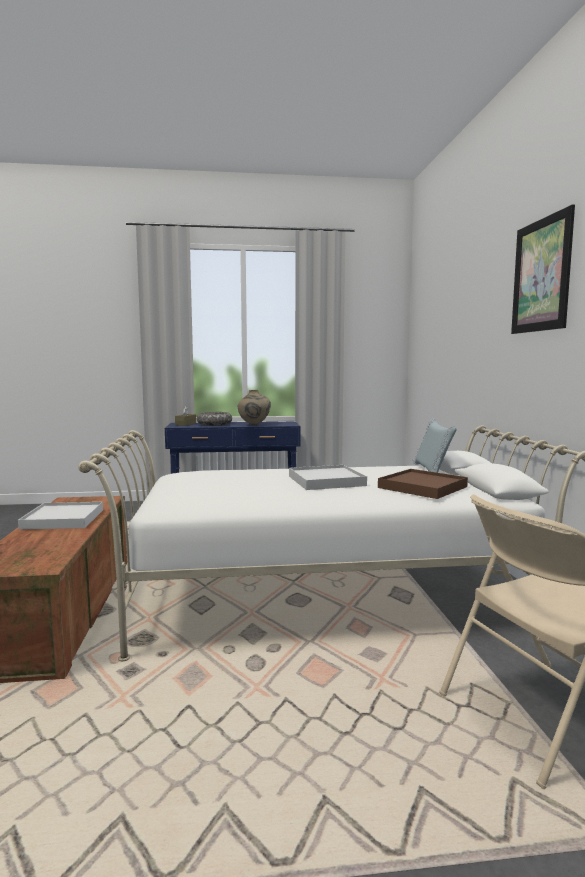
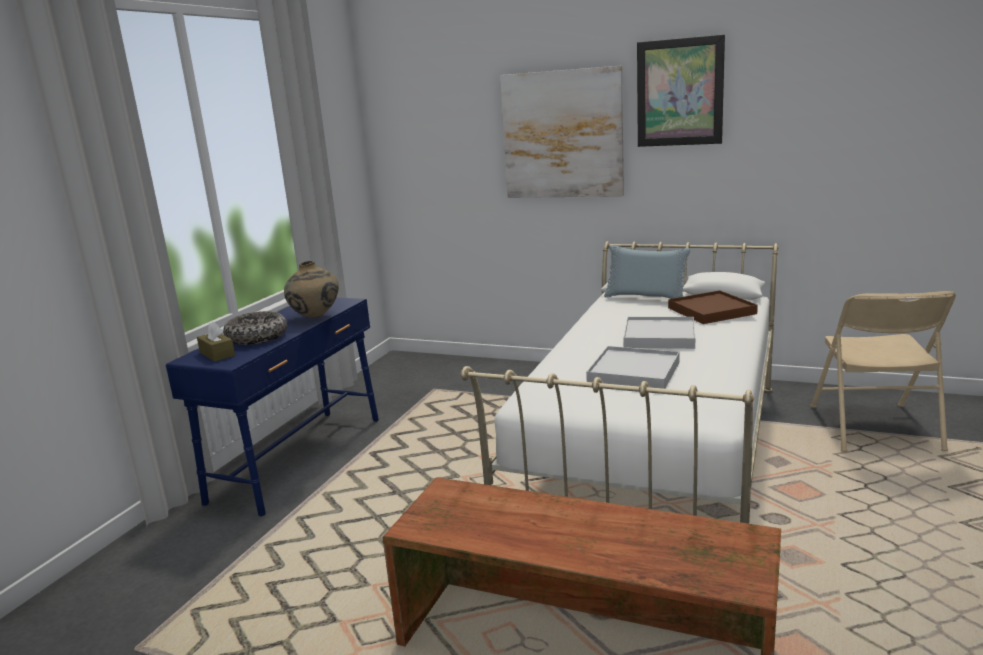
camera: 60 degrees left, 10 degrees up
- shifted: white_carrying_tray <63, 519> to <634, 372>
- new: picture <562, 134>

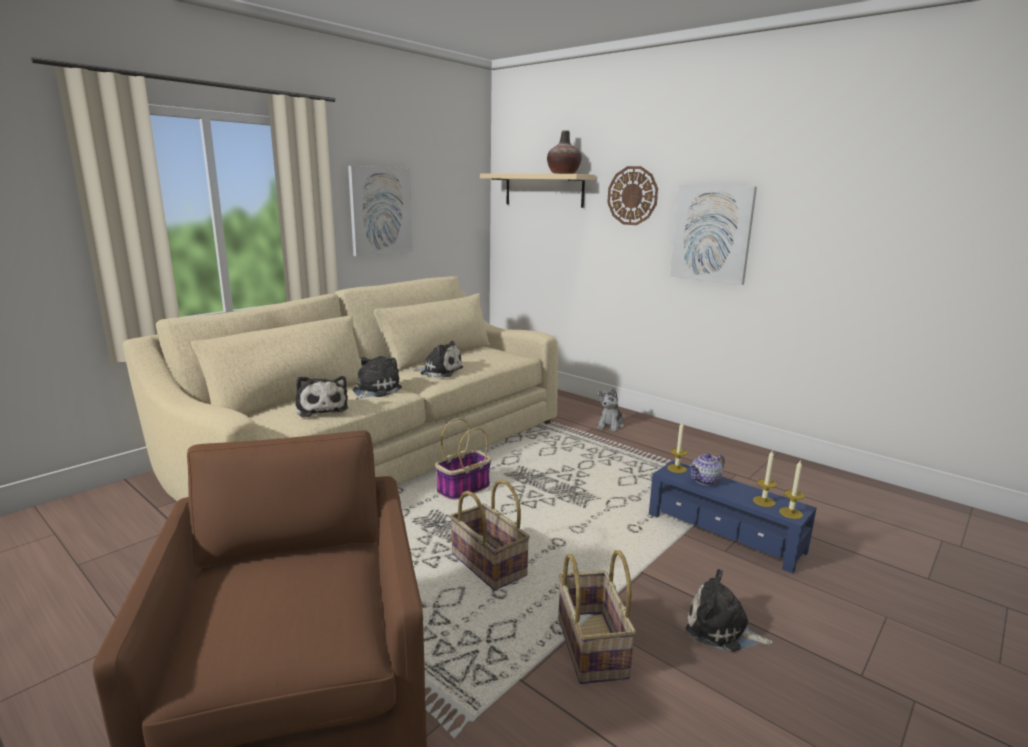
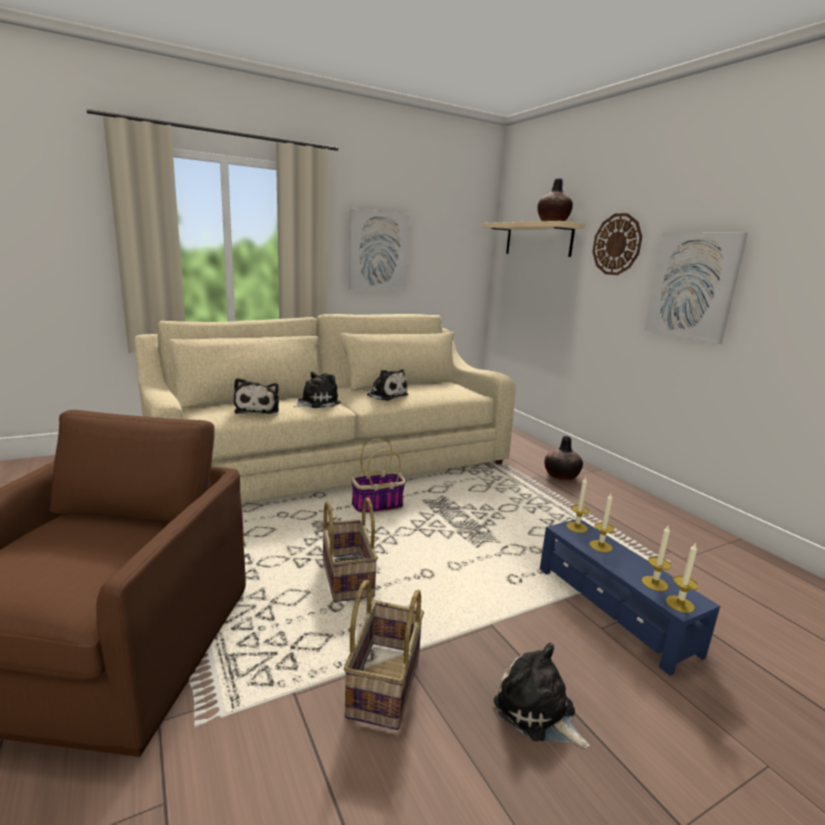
camera: 20 degrees right, 0 degrees up
- swapped: cuddly_toy <610, 425> to decorative_vase <561, 476>
- swapped: teapot <705, 480> to candle <600, 546>

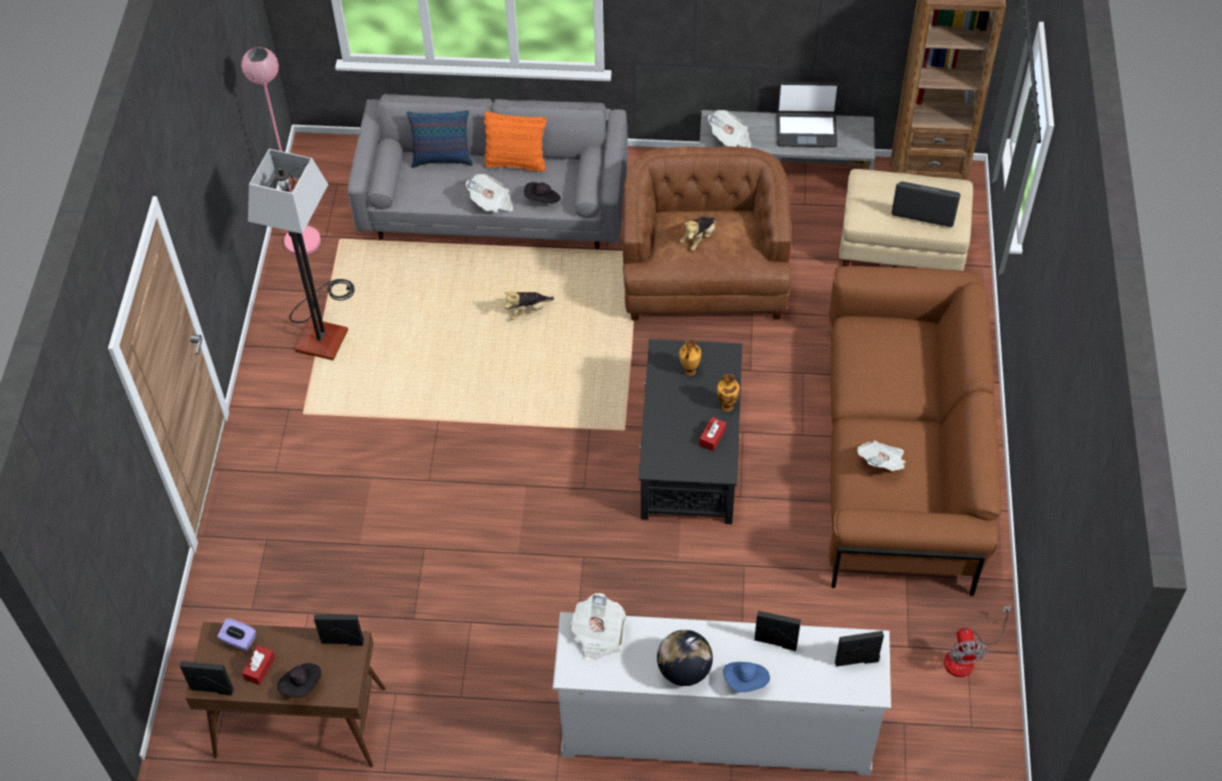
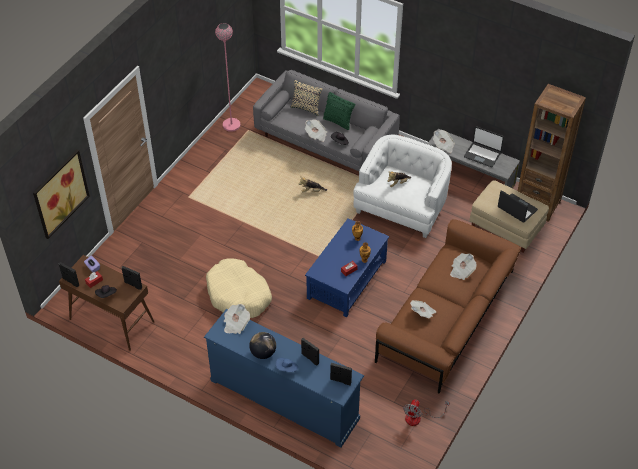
camera: 25 degrees right, 5 degrees down
- repainted: blue-coloured_cushion <442, 159> to beige_cushion <306, 109>
- repainted: orangey_cushion <517, 162> to green-coloured_cushion <338, 122>
- repainted: brown_lounge_chair <703, 277> to white_lounge_chair <402, 206>
- gone: standing_lamp <323, 328>
- repainted: black-coloured_low_table <689, 453> to blue-coloured_low_table <346, 279>
- repainted: white_cabinet <715, 730> to blue-coloured_cabinet <284, 399>
- new: picture <60, 193>
- new: newspaper <461, 271>
- new: beige_dog_cushion <238, 295>

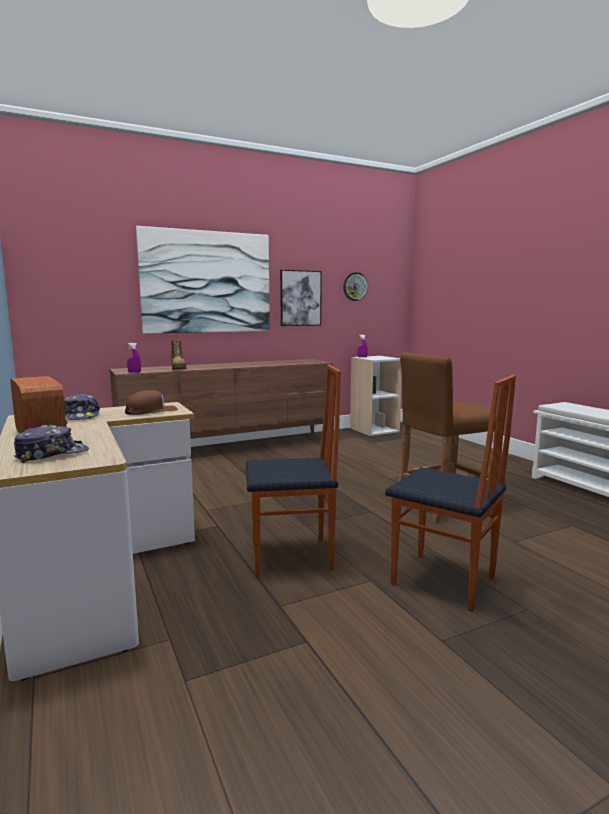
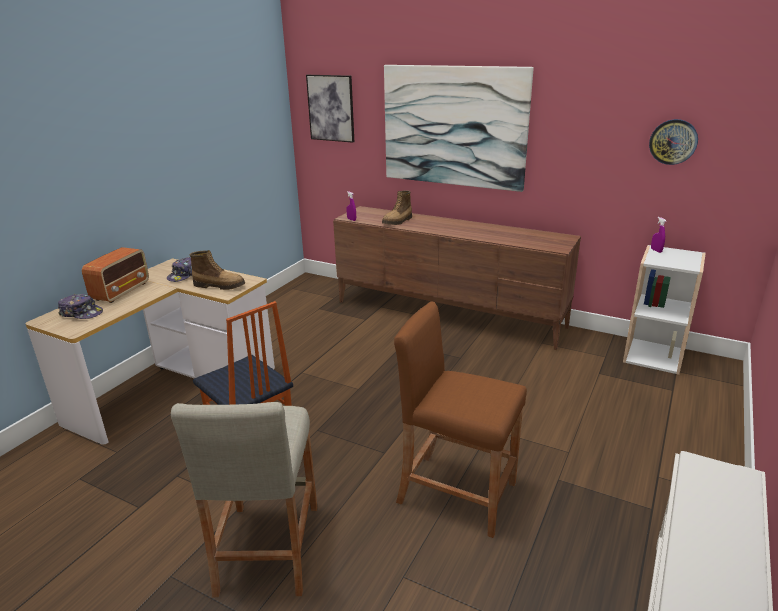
camera: 55 degrees right, 15 degrees up
- shifted: picture <300, 298> to <331, 108>
- swapped: plain_chair <443, 582> to beige_sitting_stool <267, 548>
- swapped: brown_cap <151, 411> to tall_boot <220, 286>

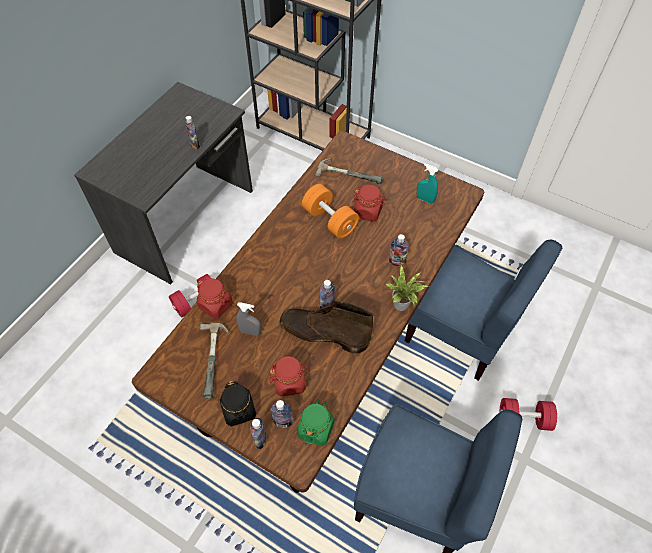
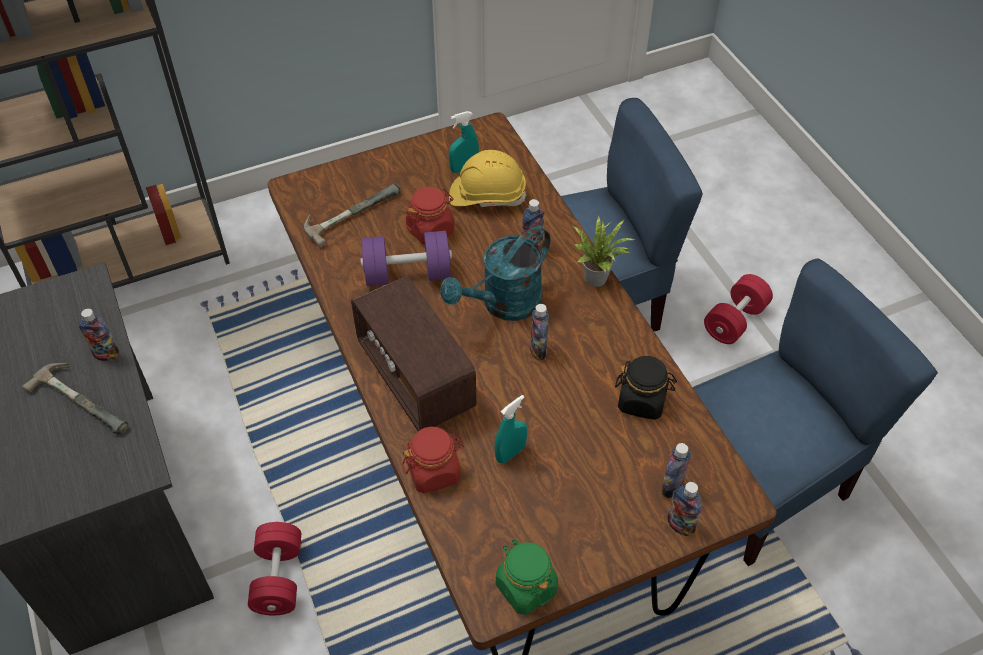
camera: 55 degrees left, 5 degrees down
- repainted: orangey_dumbbell <330, 220> to purple_dumbbell <407, 274>
- gone: brown_tall_boot <323, 333>
- repainted: greyish_hand_sprayer <250, 332> to blue-green_hand_sprayer <510, 453>
- shifted: hammer <216, 360> to <85, 398>
- gone: reddish_jar <289, 382>
- shifted: black-coloured_jar <239, 410> to <642, 401>
- shifted: green-coloured_jar <316, 428> to <526, 587>
- new: yellow-coloured_hard_hat <487, 195>
- new: blue-green_watering_can <503, 305>
- new: radio_receiver <416, 376>

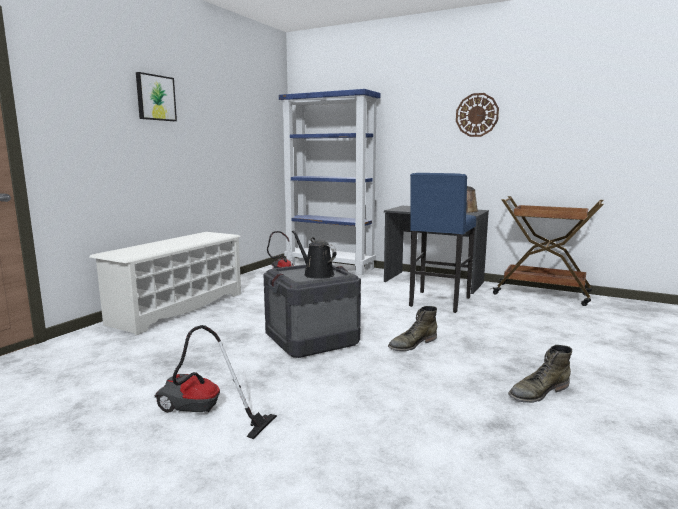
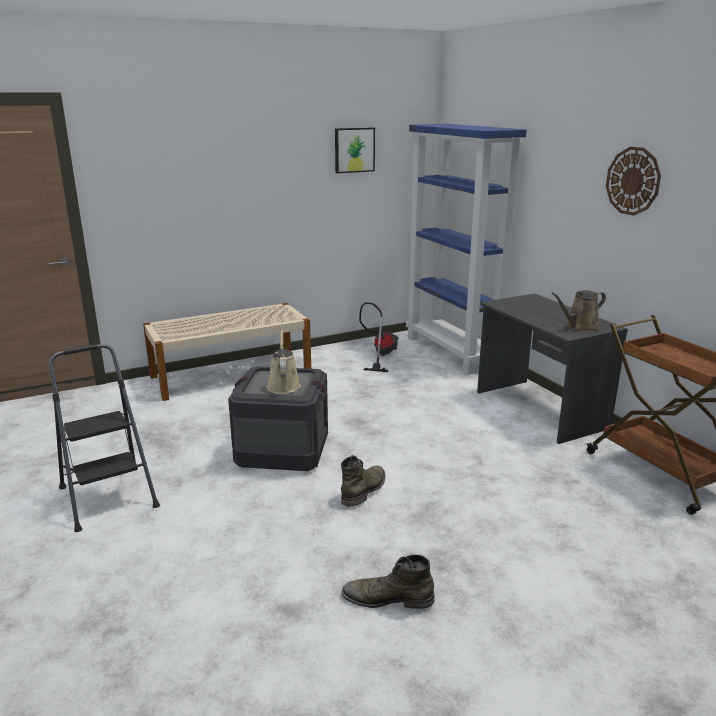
camera: 35 degrees right, 10 degrees up
- shifted: picture <155, 98> to <354, 150>
- gone: blue-coloured_sitting_stool <438, 302>
- repainted: black-coloured_watering_can <316, 274> to beige_watering_can <283, 385>
- swapped: white_shoe_rack <178, 308> to beige_indoor_bench <231, 374>
- rotated: green-coloured_tall_boot <412, 344> = <364, 490> 120 degrees clockwise
- swapped: vacuum_cleaner <202, 413> to black-coloured_stepladder <108, 494>

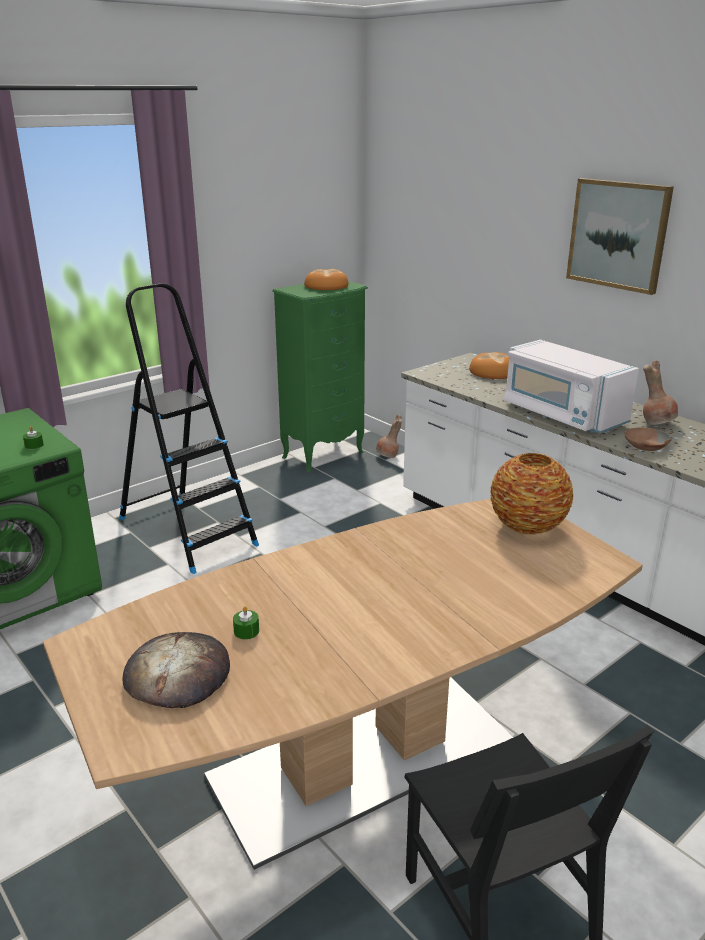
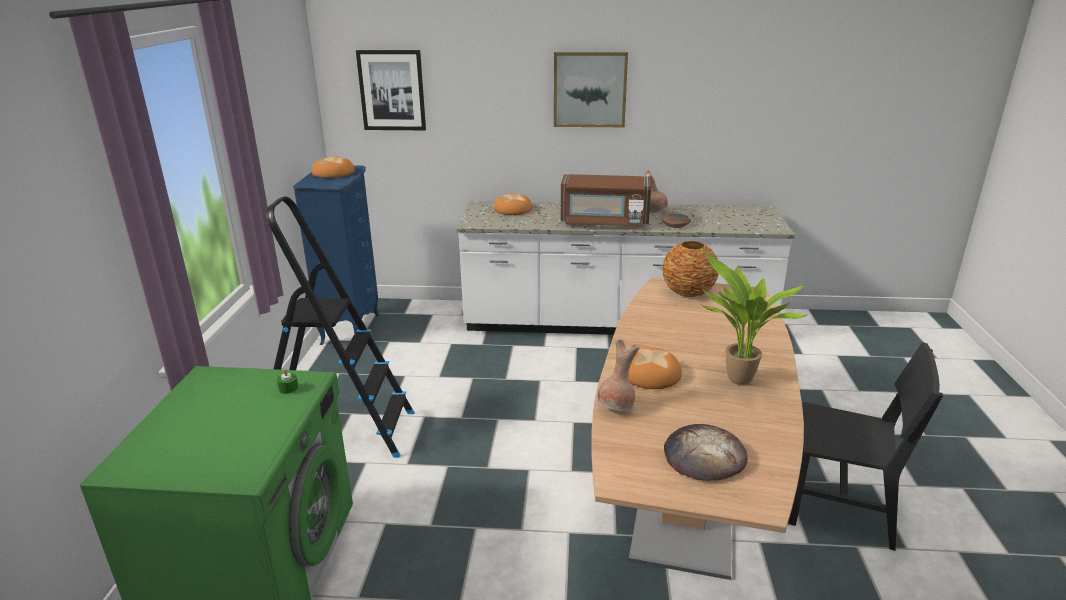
camera: 45 degrees left, 0 degrees up
- repainted: green-coloured_chest_of_drawers <324, 455> to blue-coloured_chest_of_drawers <353, 329>
- repainted: white_kitchen_microwave <562, 414> to brown_kitchen_microwave <604, 222>
- shifted: brown_decorative_vase <388, 456> to <617, 408>
- gone: green-coloured_candle <246, 631>
- new: picture <392, 90>
- new: houseplant <737, 381>
- new: baked_bread <651, 374>

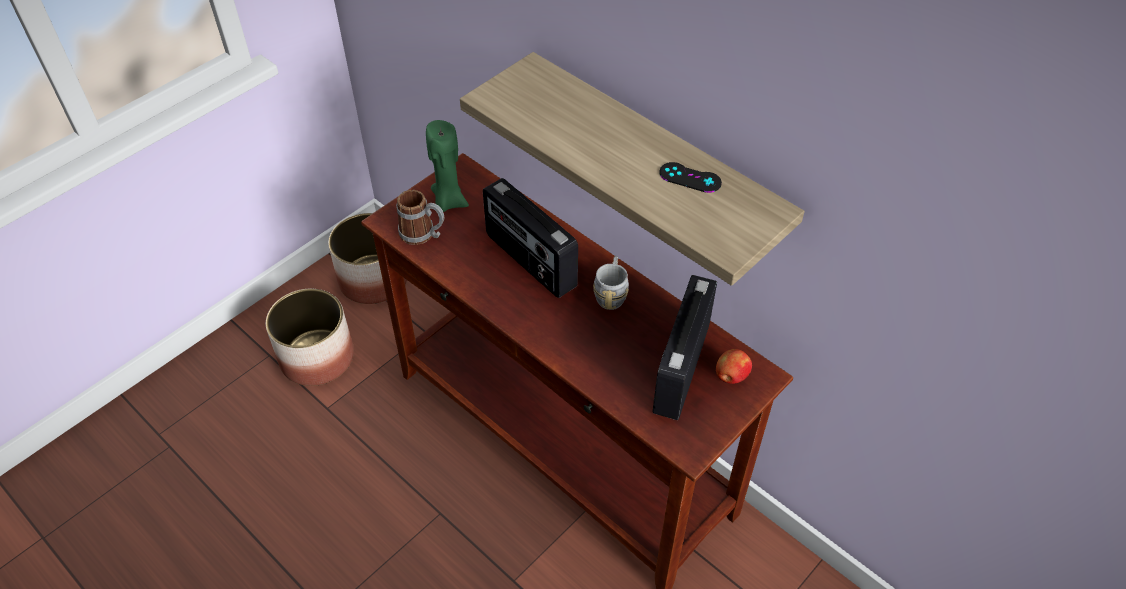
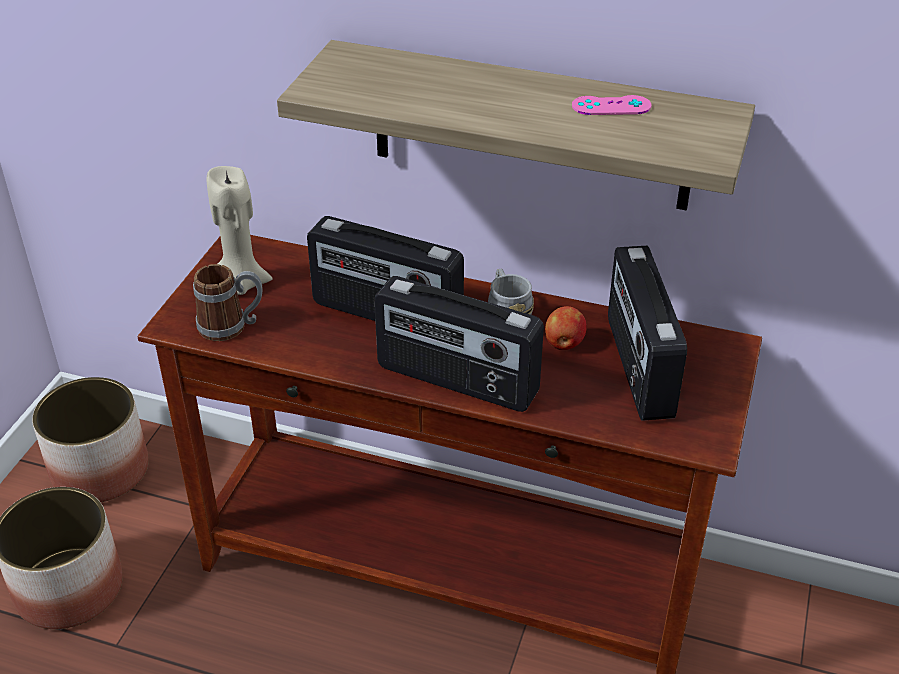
camera: 25 degrees left, 10 degrees down
- repainted: green-coloured_candle <448, 202> to beige_candle <241, 283>
- repainted: black-coloured_gamepad <690, 178> to pinkish_gamepad <611, 106>
- shifted: whole_apple <731, 376> to <564, 344>
- new: radio_receiver <456, 381>

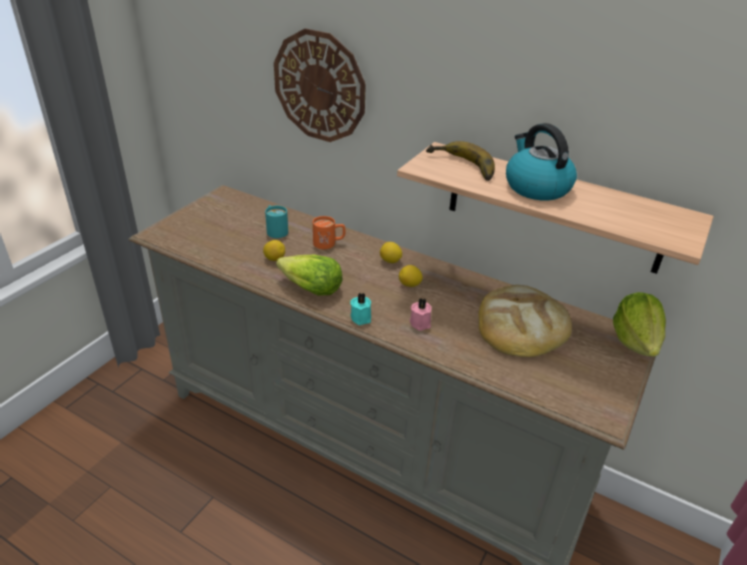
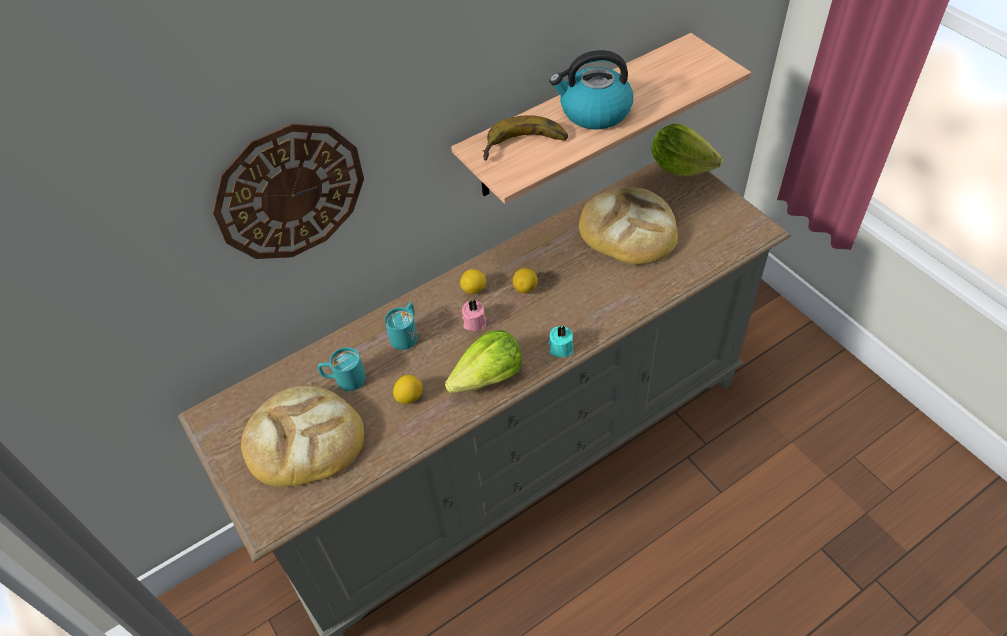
camera: 60 degrees left, 15 degrees up
- repainted: orangey_tea_mug <329, 243> to blue-green_tea_mug <406, 333>
- shifted: pinkish_candle <420, 322> to <474, 322>
- new: baked_bread <303, 439>

